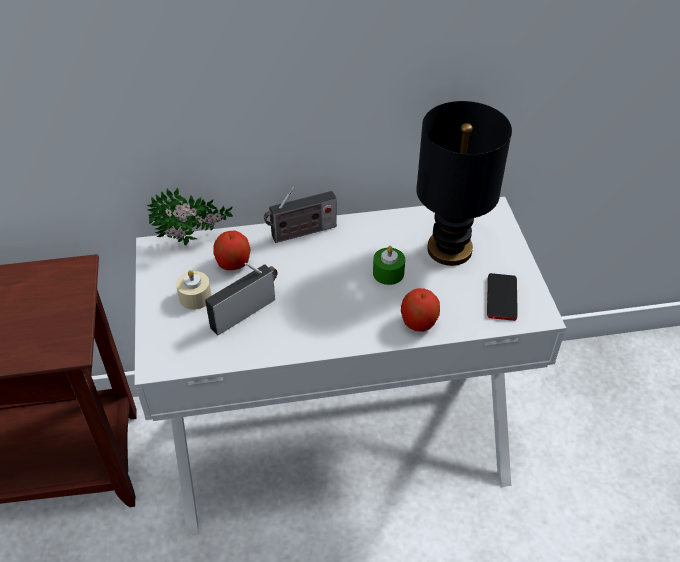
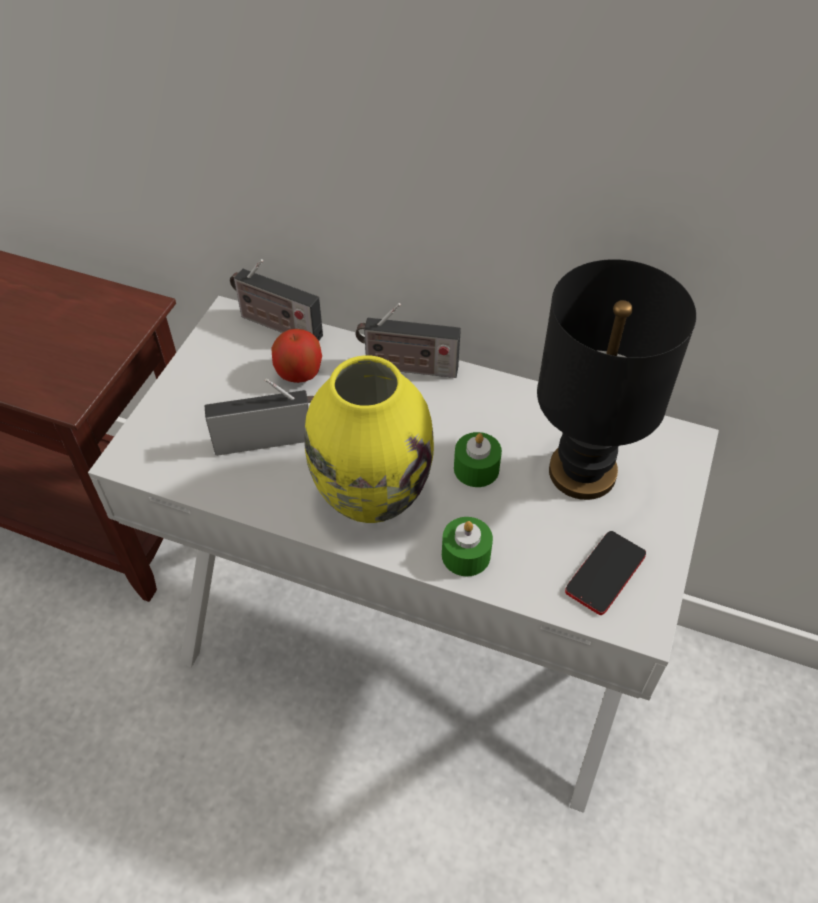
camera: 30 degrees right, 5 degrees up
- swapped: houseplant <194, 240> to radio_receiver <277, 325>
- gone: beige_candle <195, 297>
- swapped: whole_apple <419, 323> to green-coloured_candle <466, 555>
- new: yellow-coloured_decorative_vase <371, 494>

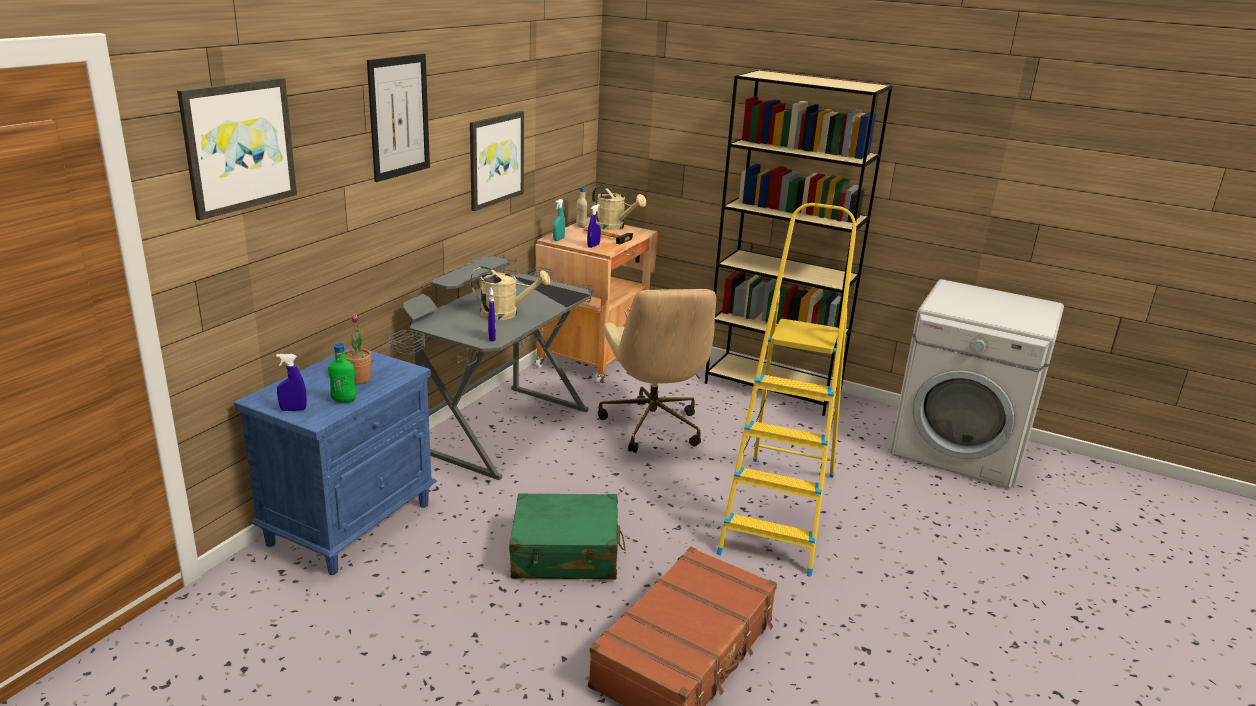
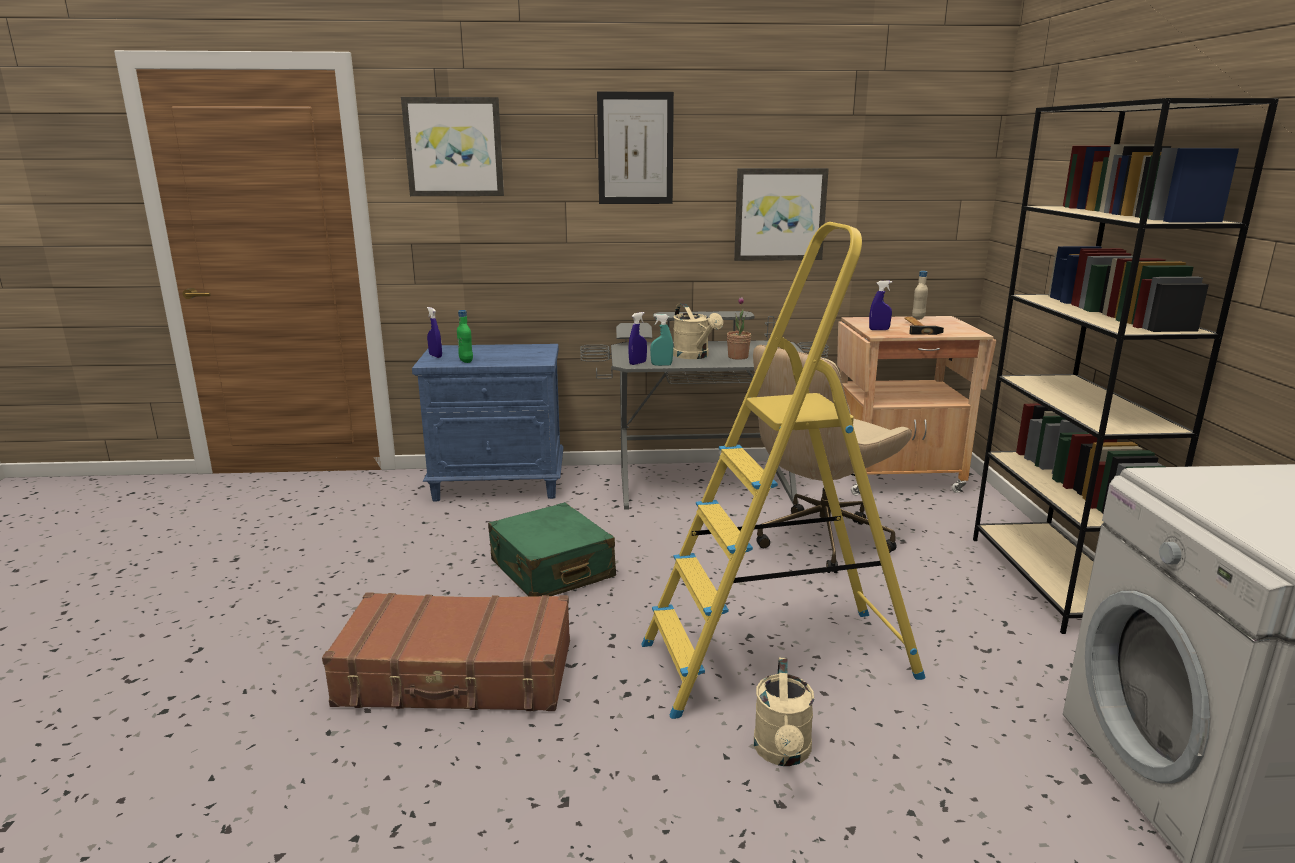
camera: 60 degrees right, 5 degrees down
- shifted: beige_watering_can <614, 227> to <783, 753>
- shifted: blue-green_hand_sprayer <558, 239> to <661, 365>
- shifted: houseplant <358, 379> to <738, 357>

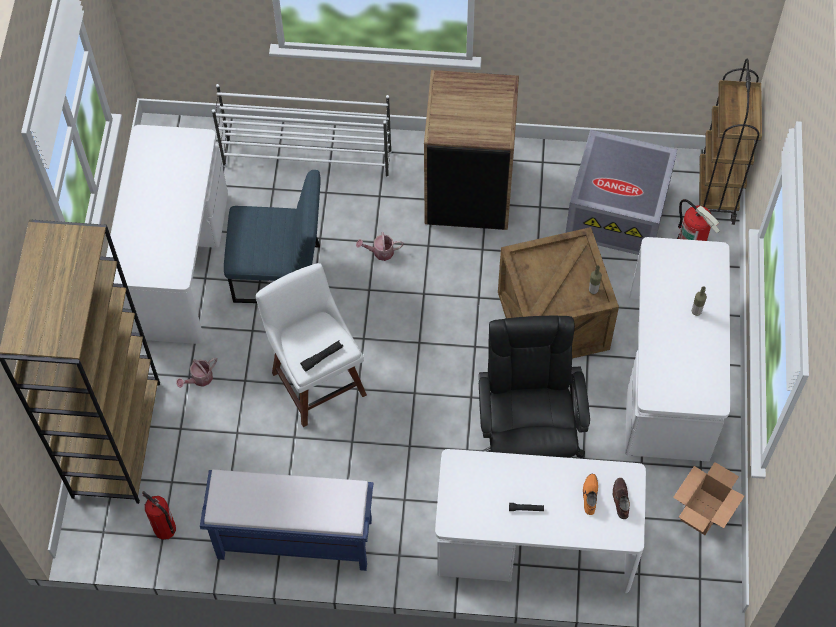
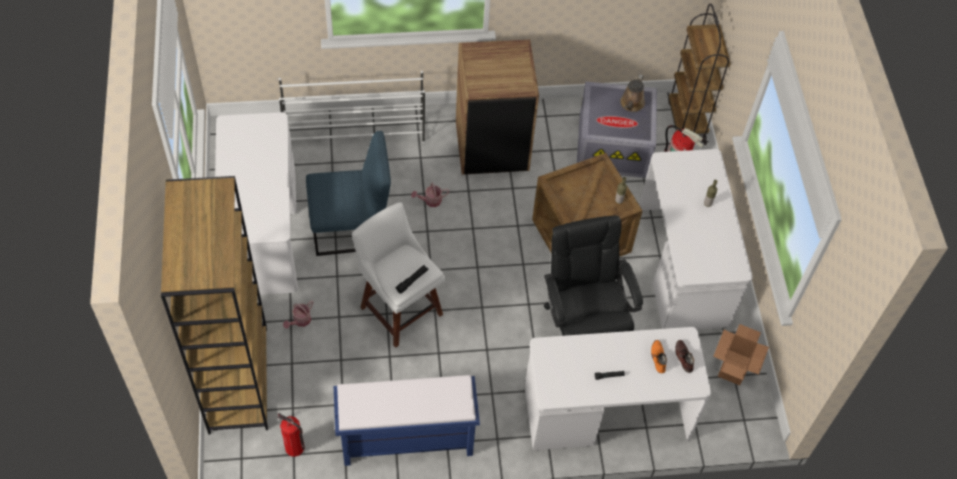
camera: 15 degrees left, 5 degrees down
- new: brown_watering_can <631, 104>

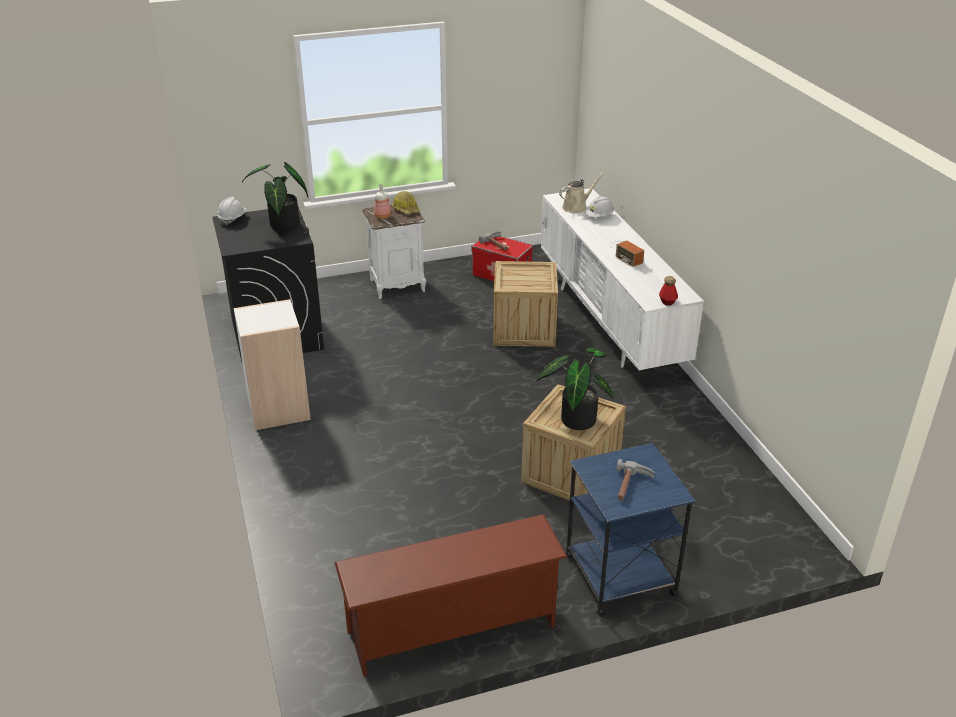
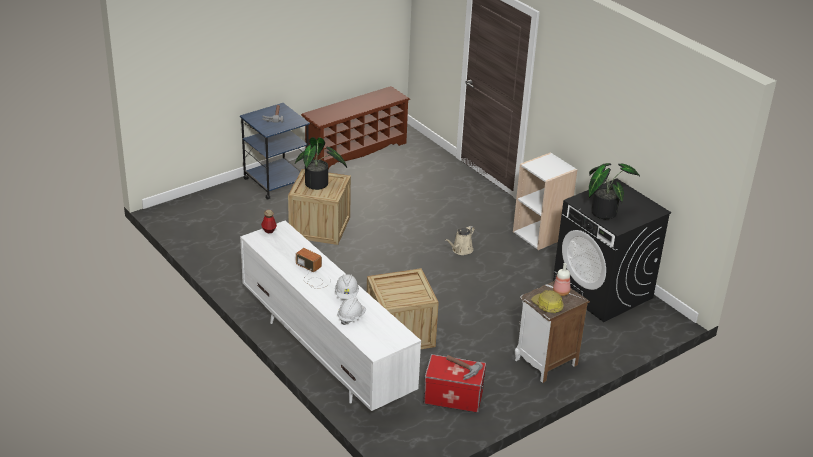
camera: 160 degrees right, 0 degrees up
- shifted: beige_watering_can <576, 207> to <461, 250>
- shifted: white_hard_hat <232, 219> to <347, 294>

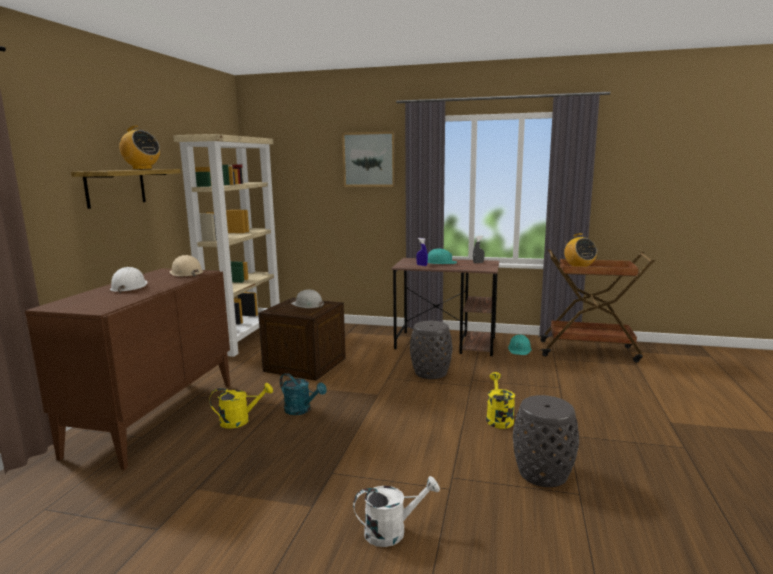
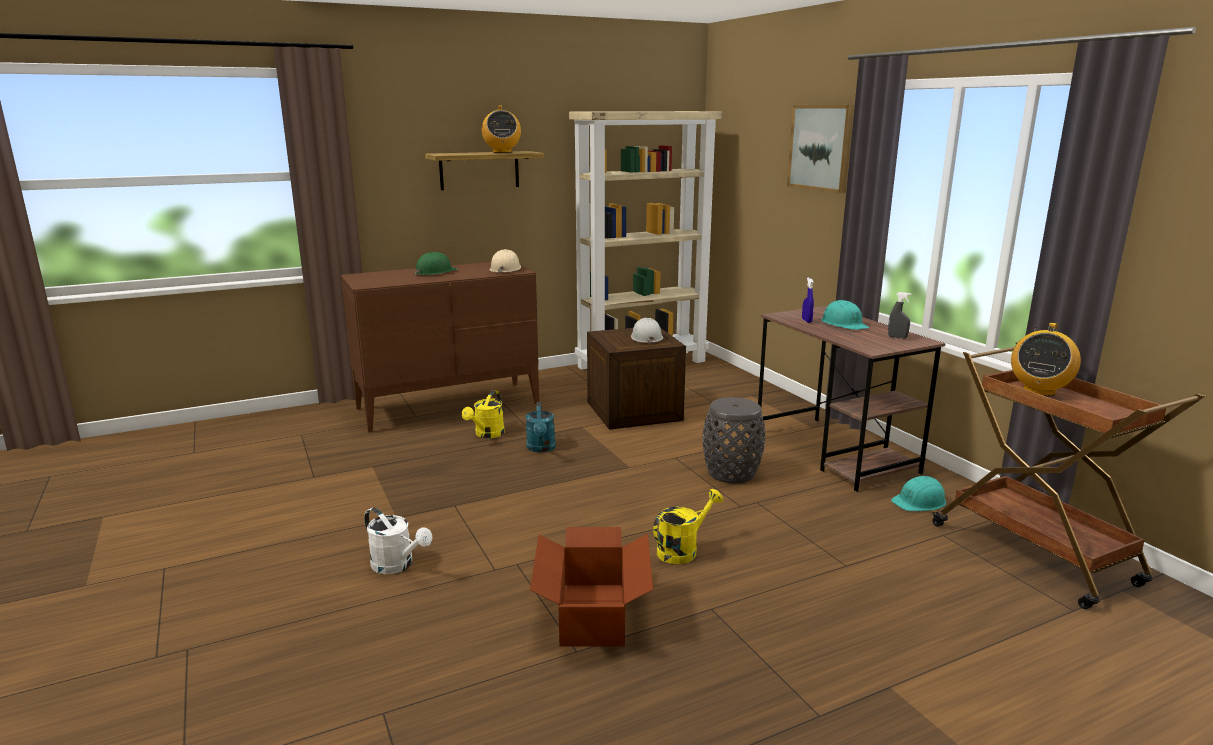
camera: 50 degrees right, 5 degrees up
- repainted: white_hard_hat <129, 287> to green-coloured_hard_hat <435, 272>
- rotated: yellow-coloured_watering_can <240, 421> = <487, 434> 75 degrees clockwise
- swapped: greyish_sitting_stool <543, 473> to carton <591, 615>

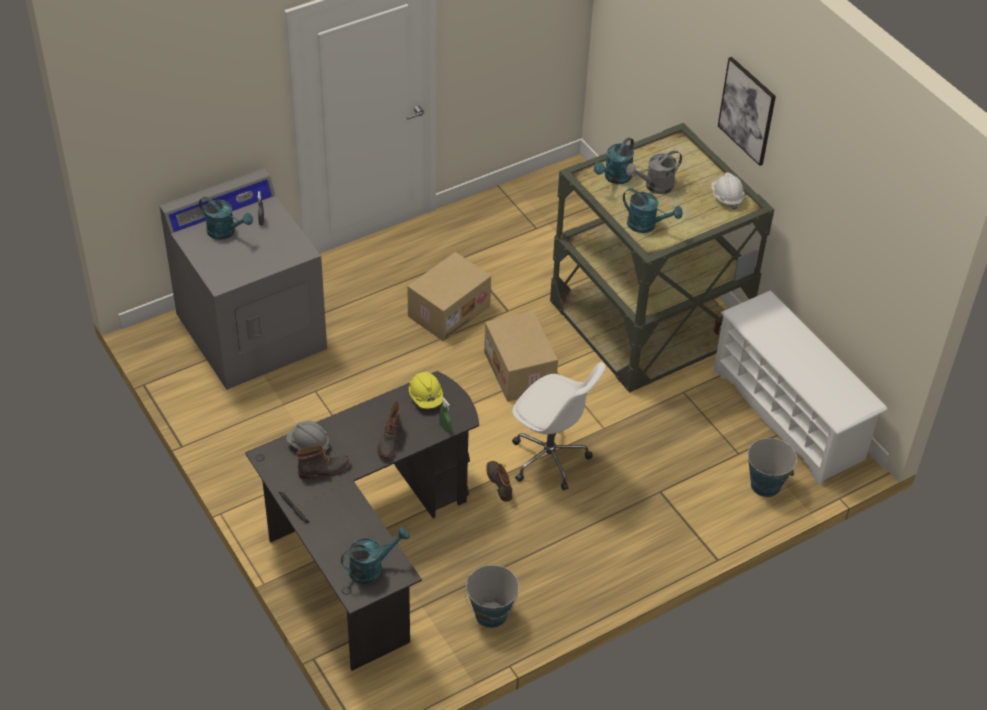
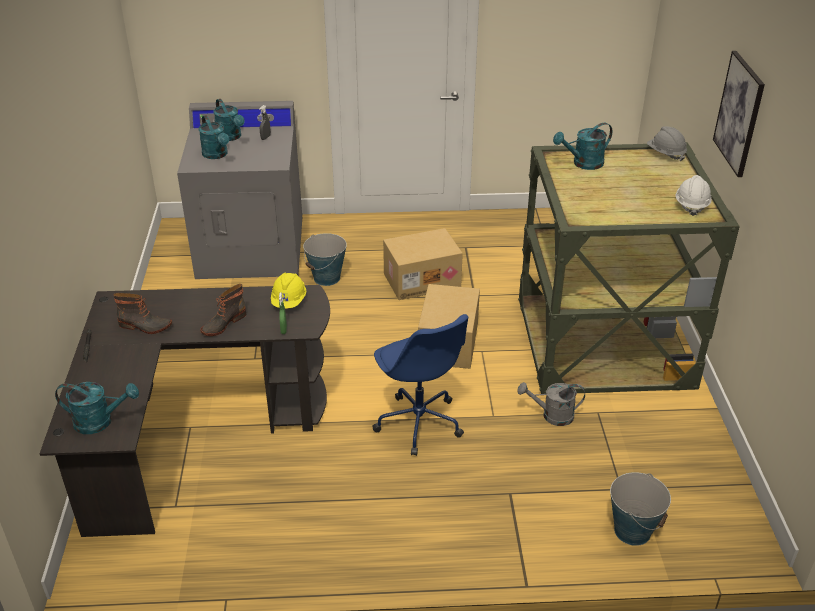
camera: 30 degrees right, 10 degrees down
- shifted: greyish_watering_can <654, 186> to <552, 416>
- shifted: blue-green_watering_can <647, 225> to <217, 155>
- gone: white_shoe_rack <789, 414>
- repainted: white_computer_chair <551, 460> to blue-coloured_computer_chair <420, 425>
- shifted: greyish_hard_hat <308, 444> to <665, 154>
- gone: tall_boot <500, 483>
- shifted: pail <491, 614> to <327, 278>

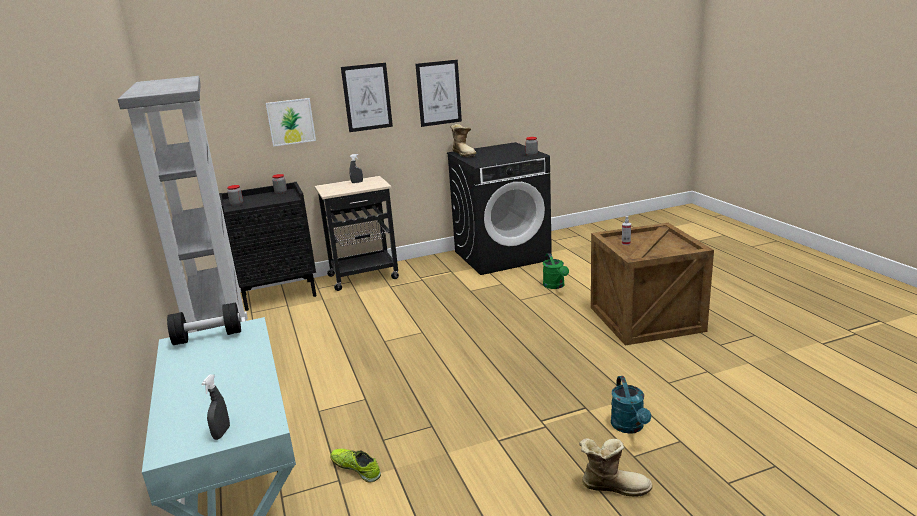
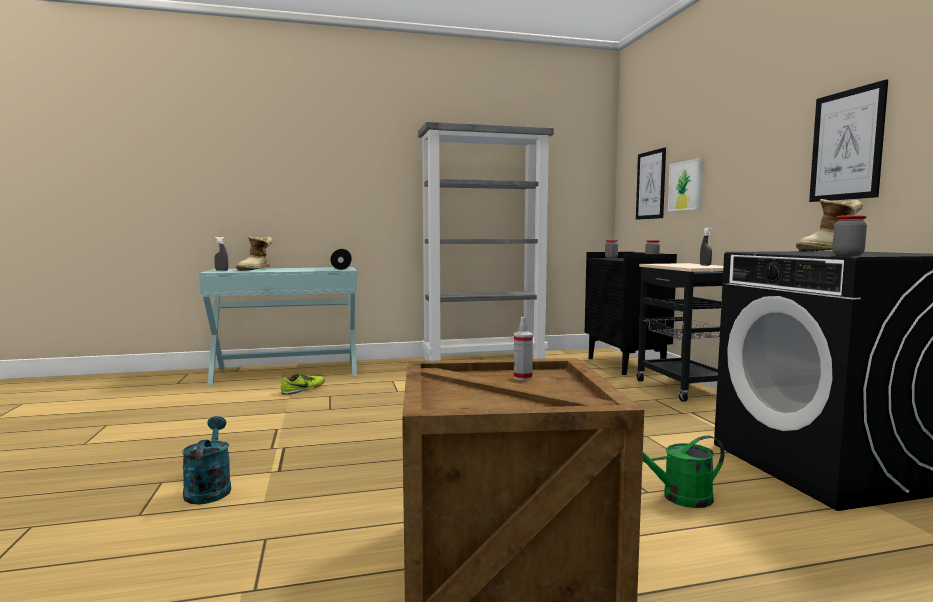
camera: 95 degrees right, 15 degrees down
- shifted: picture <367, 97> to <650, 185>
- rotated: blue-green_watering_can <629, 427> = <209, 489> 75 degrees clockwise
- shifted: tall_boot <613, 486> to <256, 269>

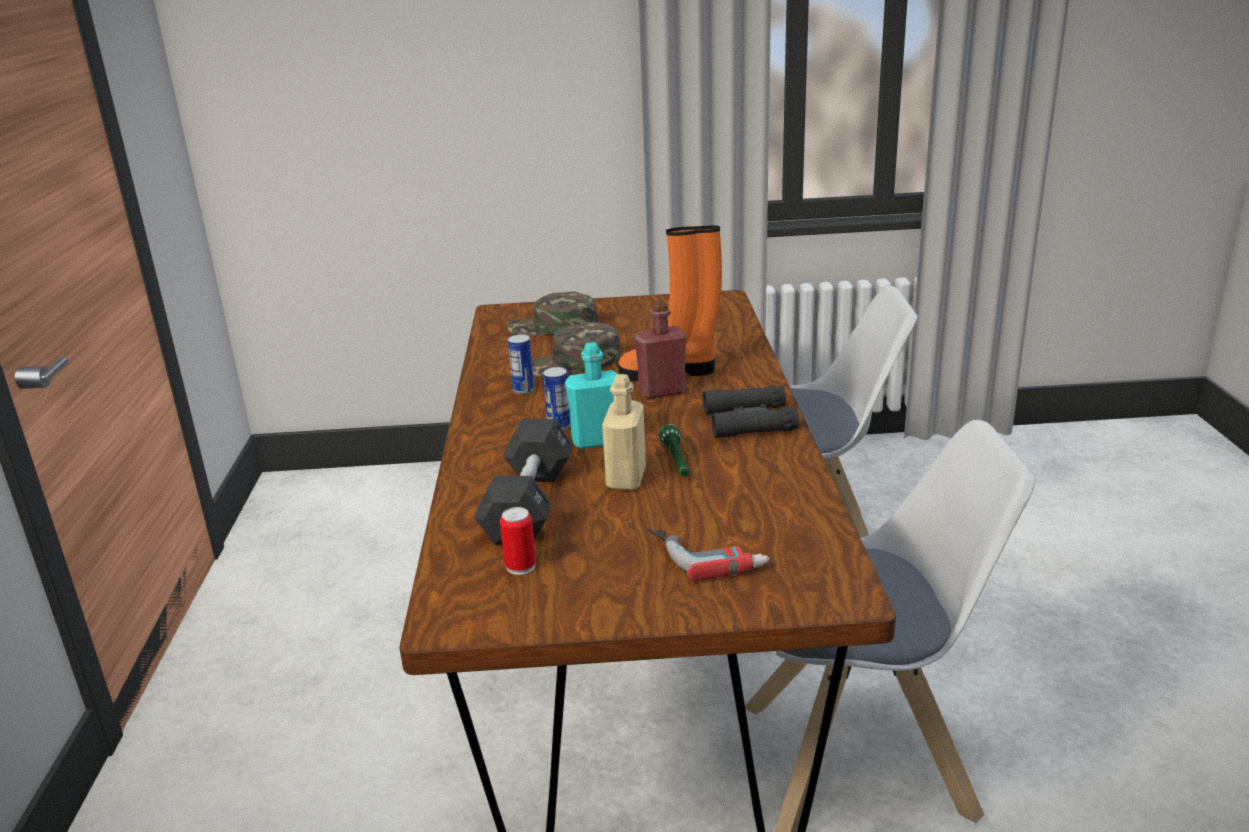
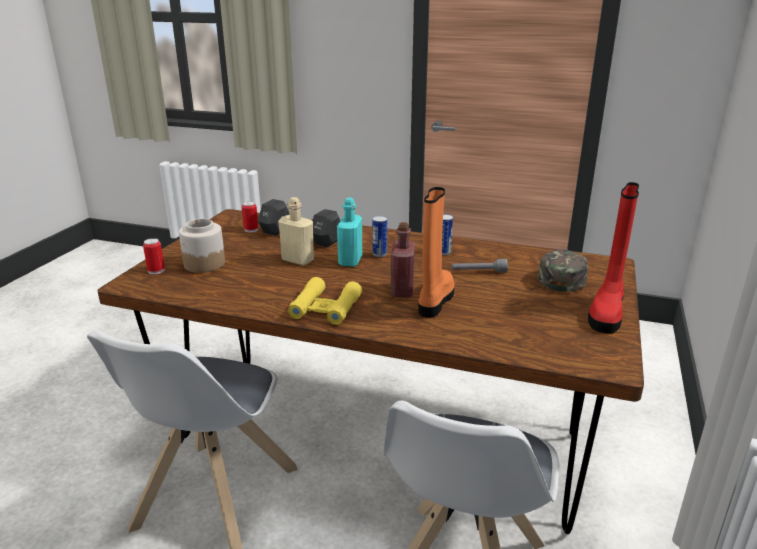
camera: 110 degrees right, 0 degrees up
- swapped: green-coloured_cap <573, 363> to greyish_hand_torch <478, 272>
- repainted: black-coloured_pair_of_binoculars <749, 421> to yellow-coloured_pair_of_binoculars <325, 308>
- gone: green-coloured_hand_torch <676, 462>
- swapped: drill <707, 553> to jar <204, 264>
- new: reddish_tall_boot <607, 312>
- new: metal_can <156, 271>

